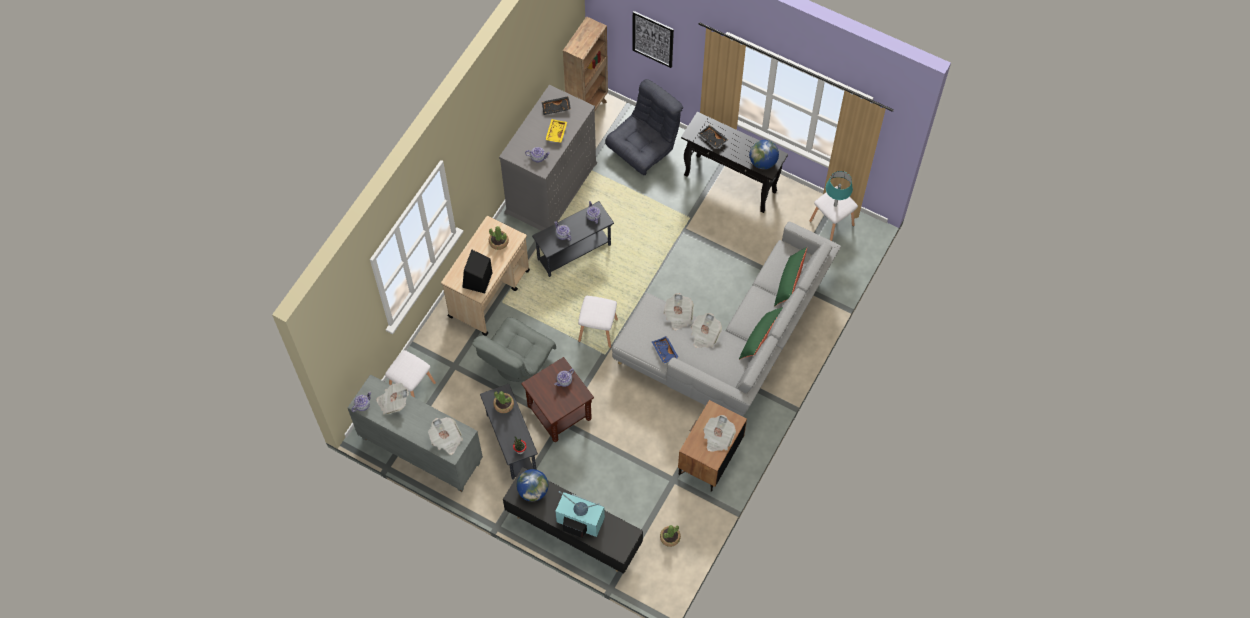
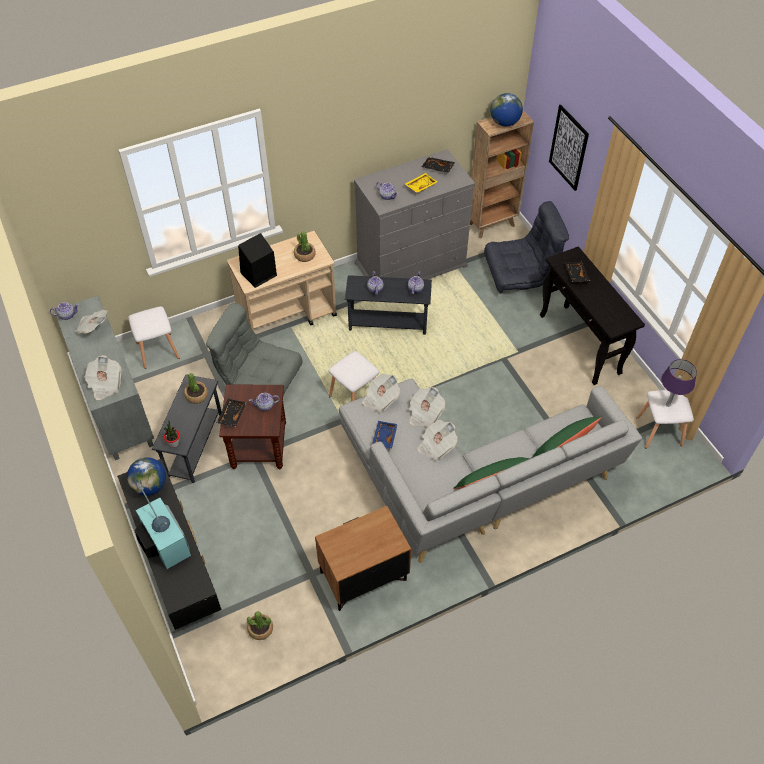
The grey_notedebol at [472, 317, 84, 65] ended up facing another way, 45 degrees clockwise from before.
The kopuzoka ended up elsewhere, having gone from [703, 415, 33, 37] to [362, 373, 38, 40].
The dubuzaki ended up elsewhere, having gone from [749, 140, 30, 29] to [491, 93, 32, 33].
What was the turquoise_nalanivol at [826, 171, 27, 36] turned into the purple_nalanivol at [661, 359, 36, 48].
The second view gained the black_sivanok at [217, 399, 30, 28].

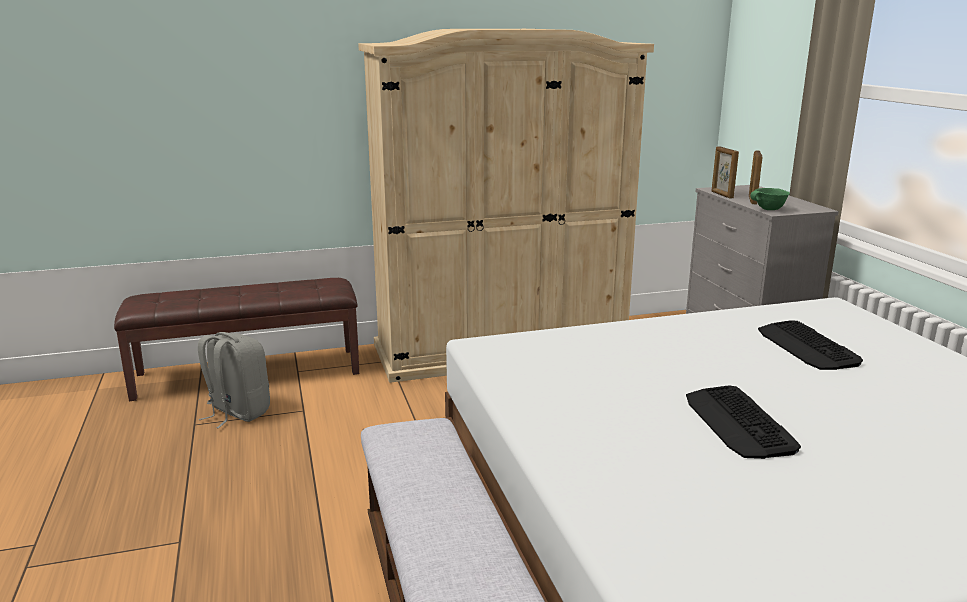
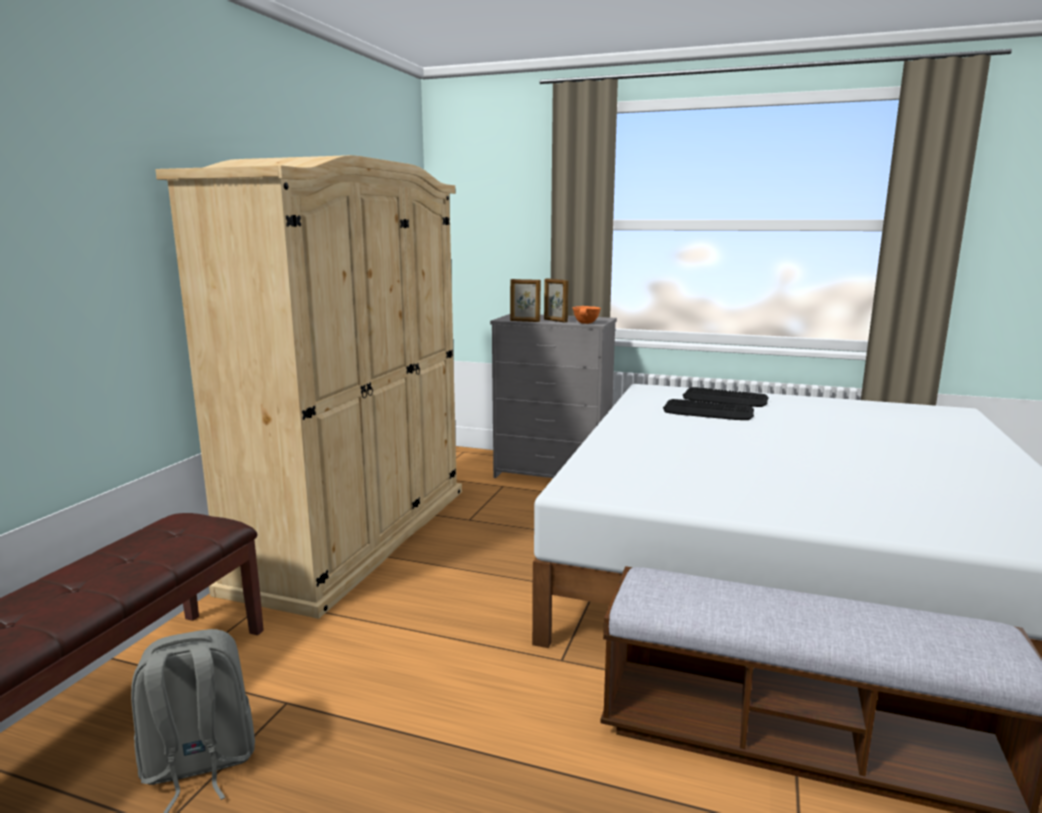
The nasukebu ended up elsewhere, having gone from [686, 385, 115, 74] to [683, 387, 86, 20].
What was the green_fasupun at [750, 188, 40, 22] turned into the orange_fasupun at [573, 306, 28, 18].

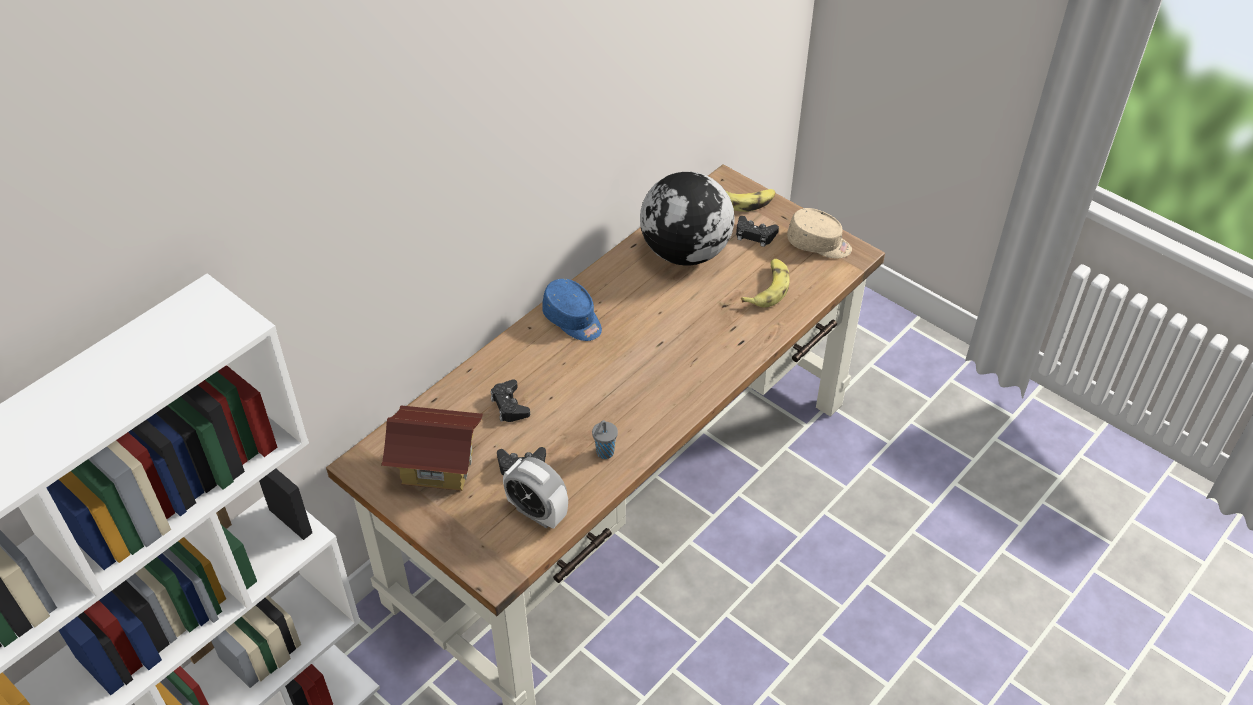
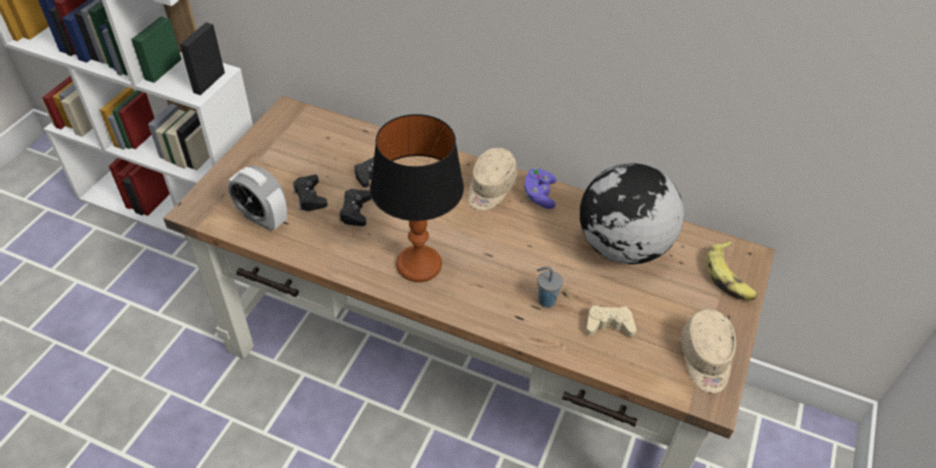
The second view lost the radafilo at [381, 405, 102, 86].
The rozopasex at [503, 457, 65, 72] ended up facing another way, 75 degrees counterclockwise from before.
What was the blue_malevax at [542, 279, 60, 62] turned into the beige_malevax at [468, 148, 49, 62].
The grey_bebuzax ended up elsewhere, having gone from [592, 420, 26, 39] to [537, 266, 26, 42].
The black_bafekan ended up elsewhere, having gone from [736, 216, 43, 31] to [339, 189, 33, 37].
Where the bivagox stood at [741, 259, 49, 48], the beige_bafekan came to stand at [586, 305, 51, 32].
The second view gained the nalanivol at [370, 114, 94, 168].
The second view gained the purple_bafekan at [524, 168, 32, 41].

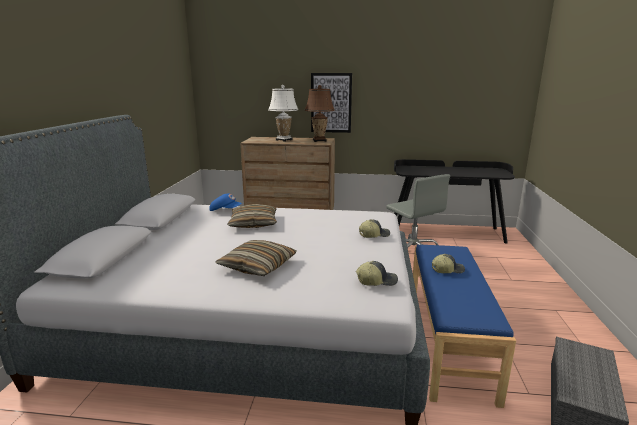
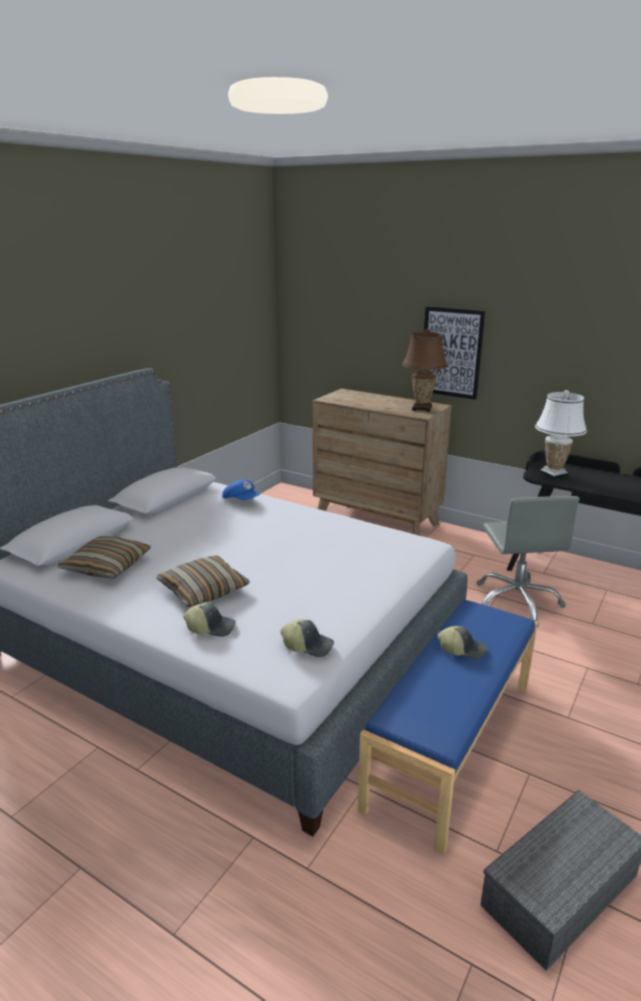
The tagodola ended up elsewhere, having gone from [227, 204, 50, 24] to [57, 536, 94, 43].
The white_nalanivol ended up elsewhere, having gone from [268, 85, 30, 57] to [535, 390, 52, 89].
The malevax ended up elsewhere, having gone from [359, 219, 31, 19] to [183, 603, 53, 34].

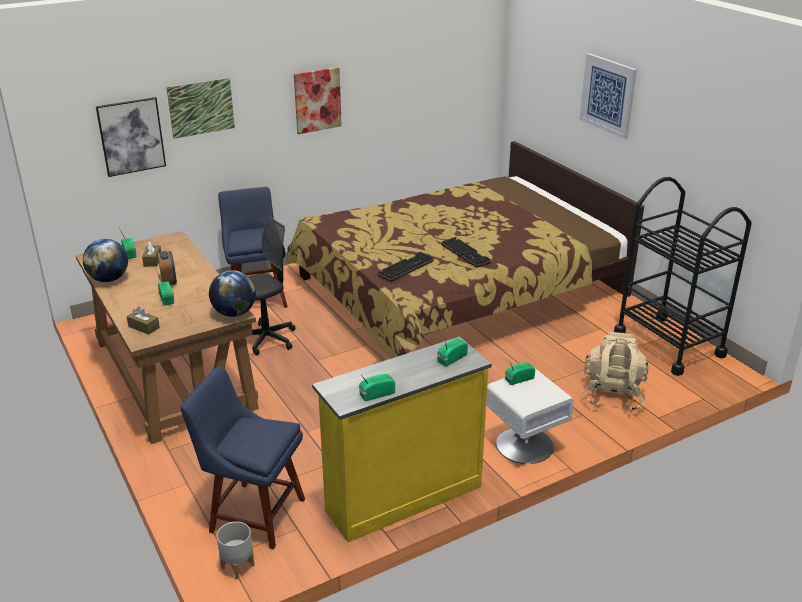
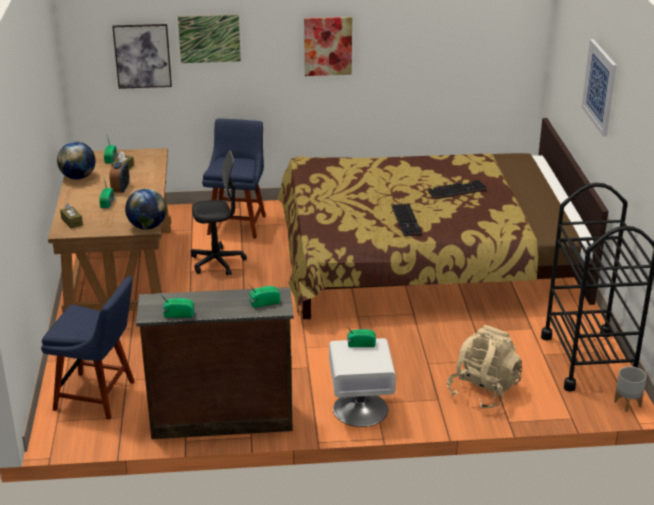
The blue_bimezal at [180, 366, 125, 183] ended up facing another way, 150 degrees clockwise from before.
The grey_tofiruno ended up elsewhere, having gone from [217, 522, 37, 57] to [614, 366, 33, 46].
What was the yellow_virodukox at [312, 336, 180, 206] turned into the brown_virodukox at [136, 287, 158, 152].
The nasukebu ended up elsewhere, having gone from [377, 252, 57, 30] to [428, 180, 59, 19].

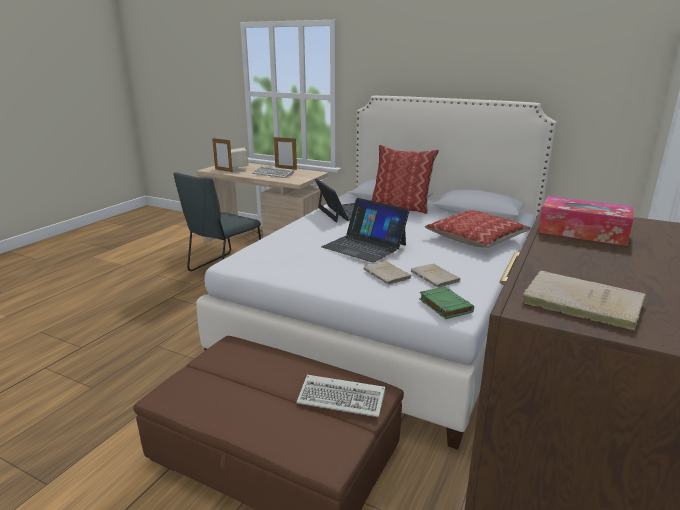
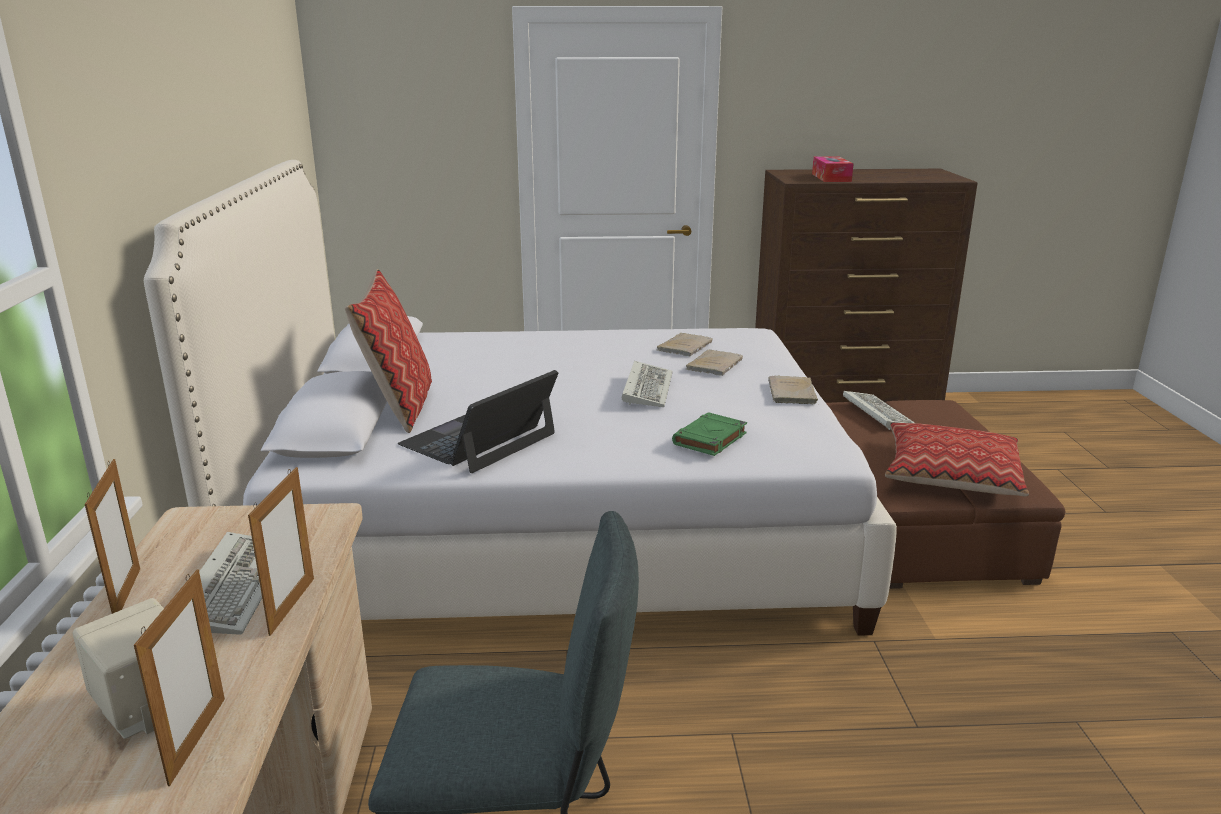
Where the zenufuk stood at [321, 198, 89, 65], the nasukebu came to stand at [622, 361, 51, 46].
The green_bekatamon ended up elsewhere, having gone from [419, 286, 55, 33] to [672, 412, 75, 44].
The tagodola ended up elsewhere, having gone from [425, 211, 106, 37] to [885, 423, 144, 73].
The beige_bekatamon ended up elsewhere, having gone from [521, 271, 125, 59] to [768, 376, 50, 28].
The second view gained the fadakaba at [248, 467, 66, 169].

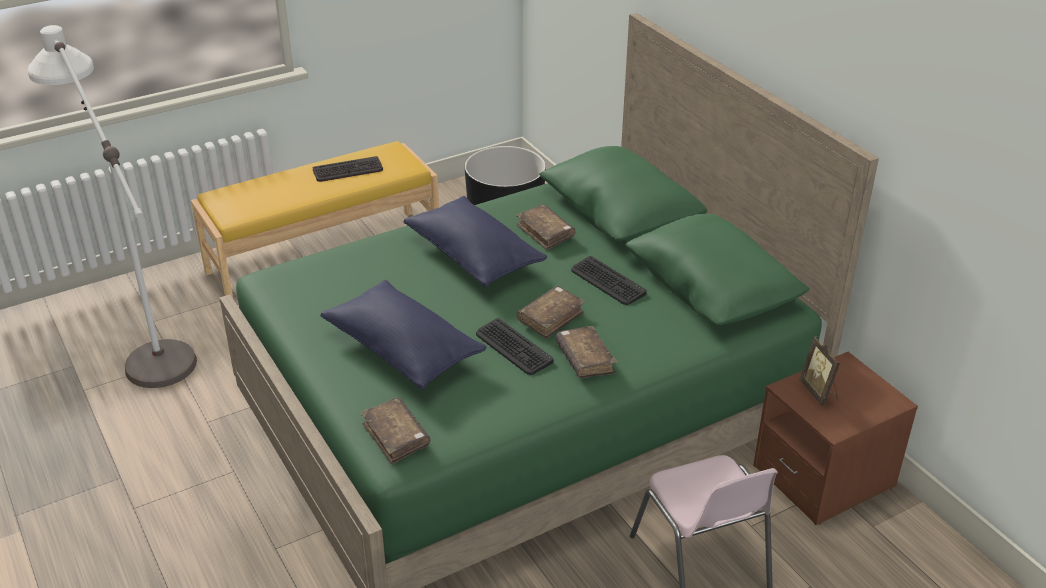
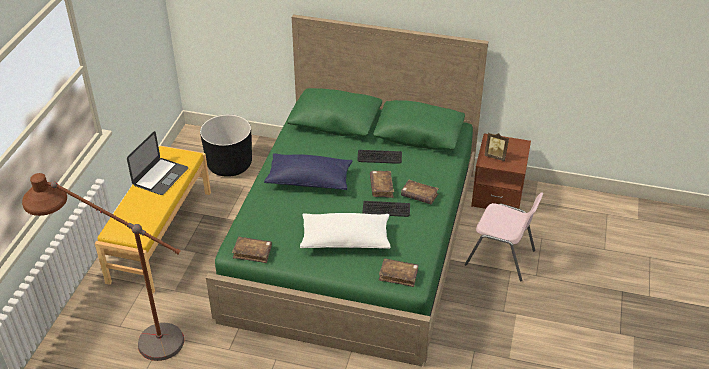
What was the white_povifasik at [28, 25, 169, 363] turned into the brown_povifasik at [22, 173, 162, 188].
Where the nasukebu stood at [313, 156, 70, 26], the zenufuk came to stand at [127, 131, 61, 64].
What was the blue_tagodola at [320, 280, 167, 109] turned into the white_tagodola at [300, 213, 91, 36].
The brown_bekatamon ended up elsewhere, having gone from [516, 204, 59, 46] to [232, 237, 40, 26].

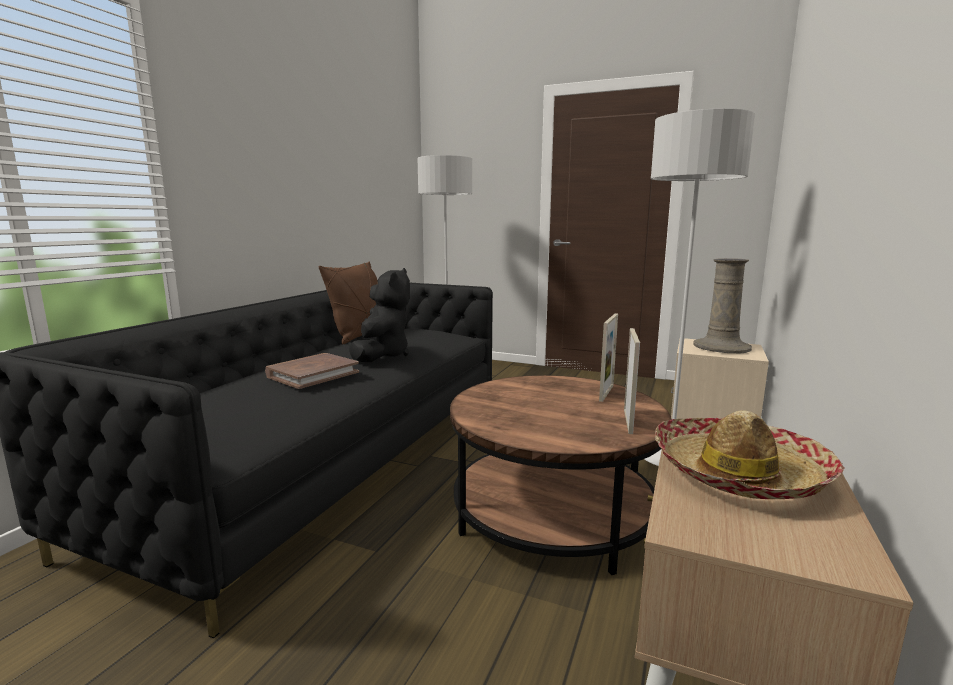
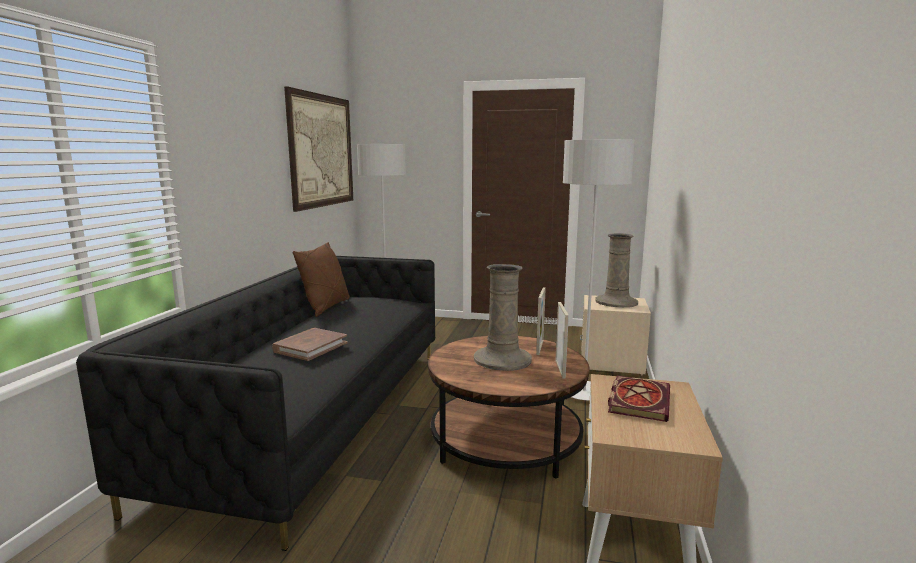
The second view lost the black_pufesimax at [349, 268, 61, 94].
Where the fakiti stood at [655, 410, 190, 89], the bekatamon came to stand at [608, 375, 62, 47].
The second view gained the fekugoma at [284, 86, 69, 126].
The second view gained the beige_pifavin at [474, 264, 58, 107].

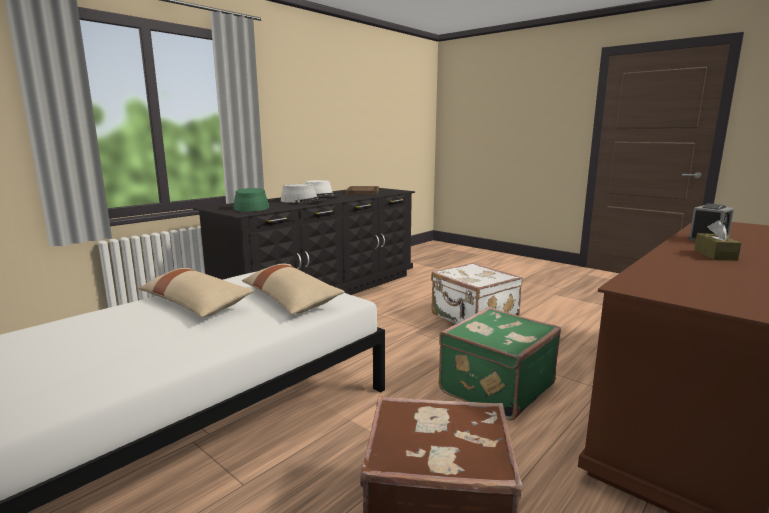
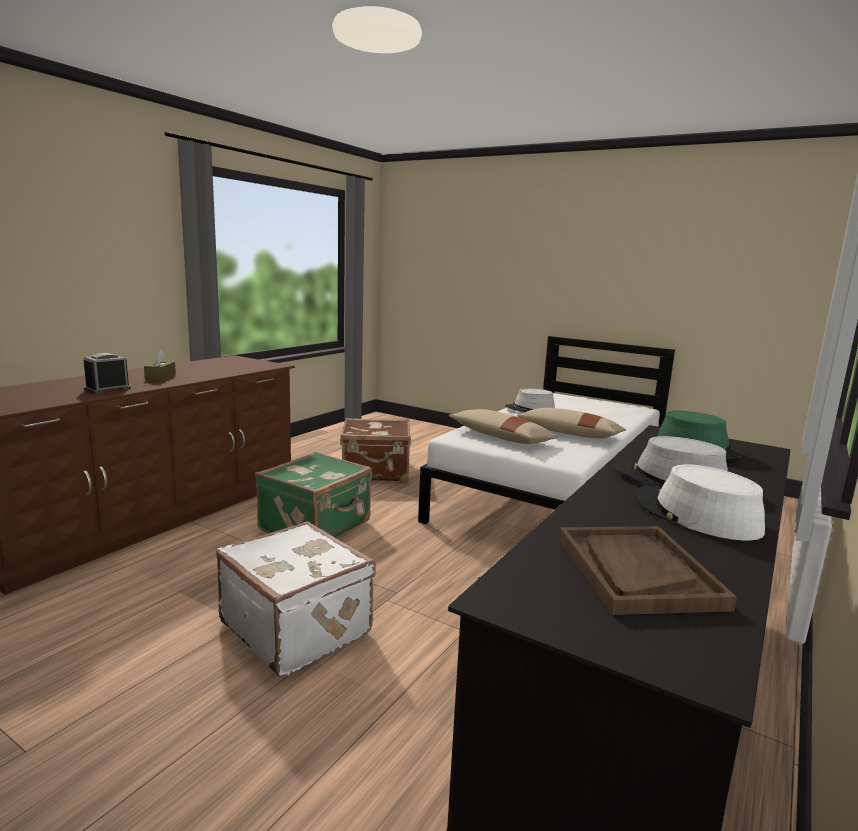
The second view gained the grey_fakiti at [505, 389, 50, 24].

